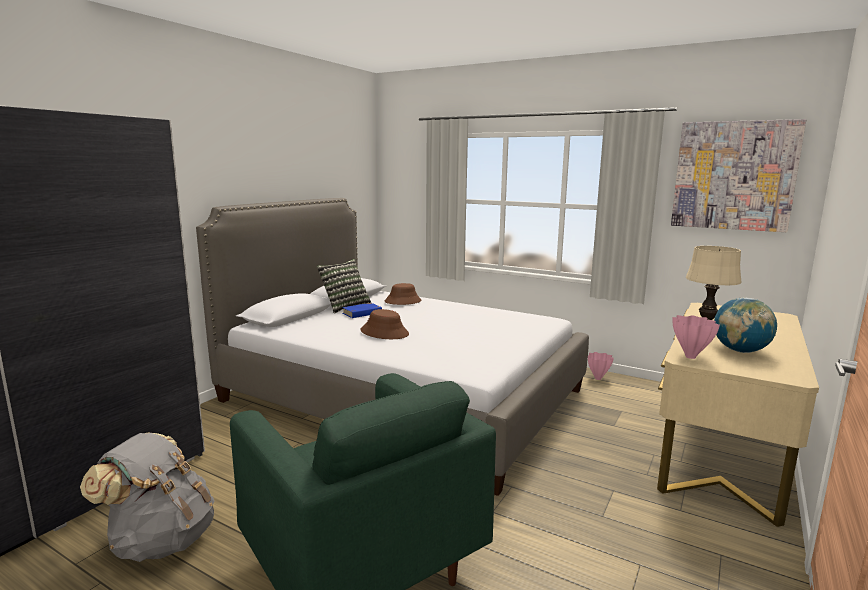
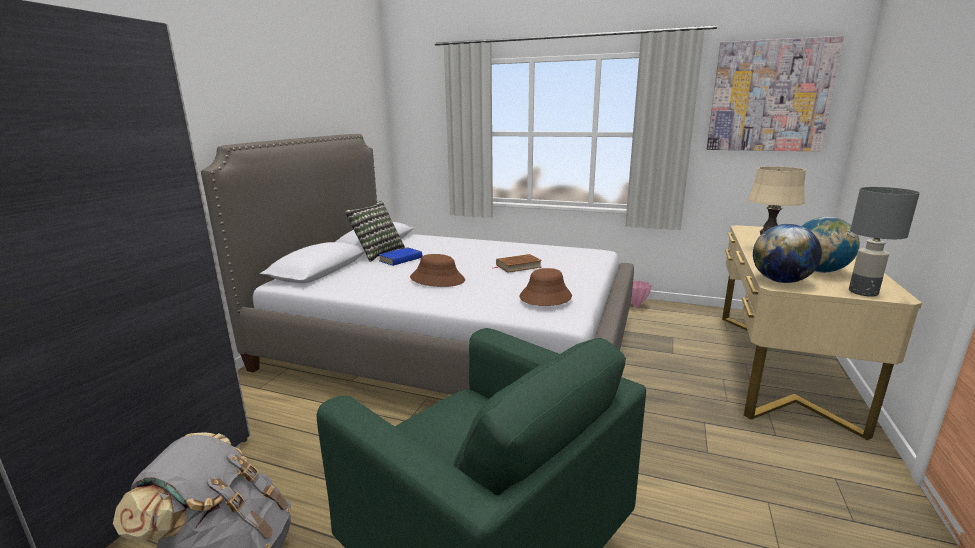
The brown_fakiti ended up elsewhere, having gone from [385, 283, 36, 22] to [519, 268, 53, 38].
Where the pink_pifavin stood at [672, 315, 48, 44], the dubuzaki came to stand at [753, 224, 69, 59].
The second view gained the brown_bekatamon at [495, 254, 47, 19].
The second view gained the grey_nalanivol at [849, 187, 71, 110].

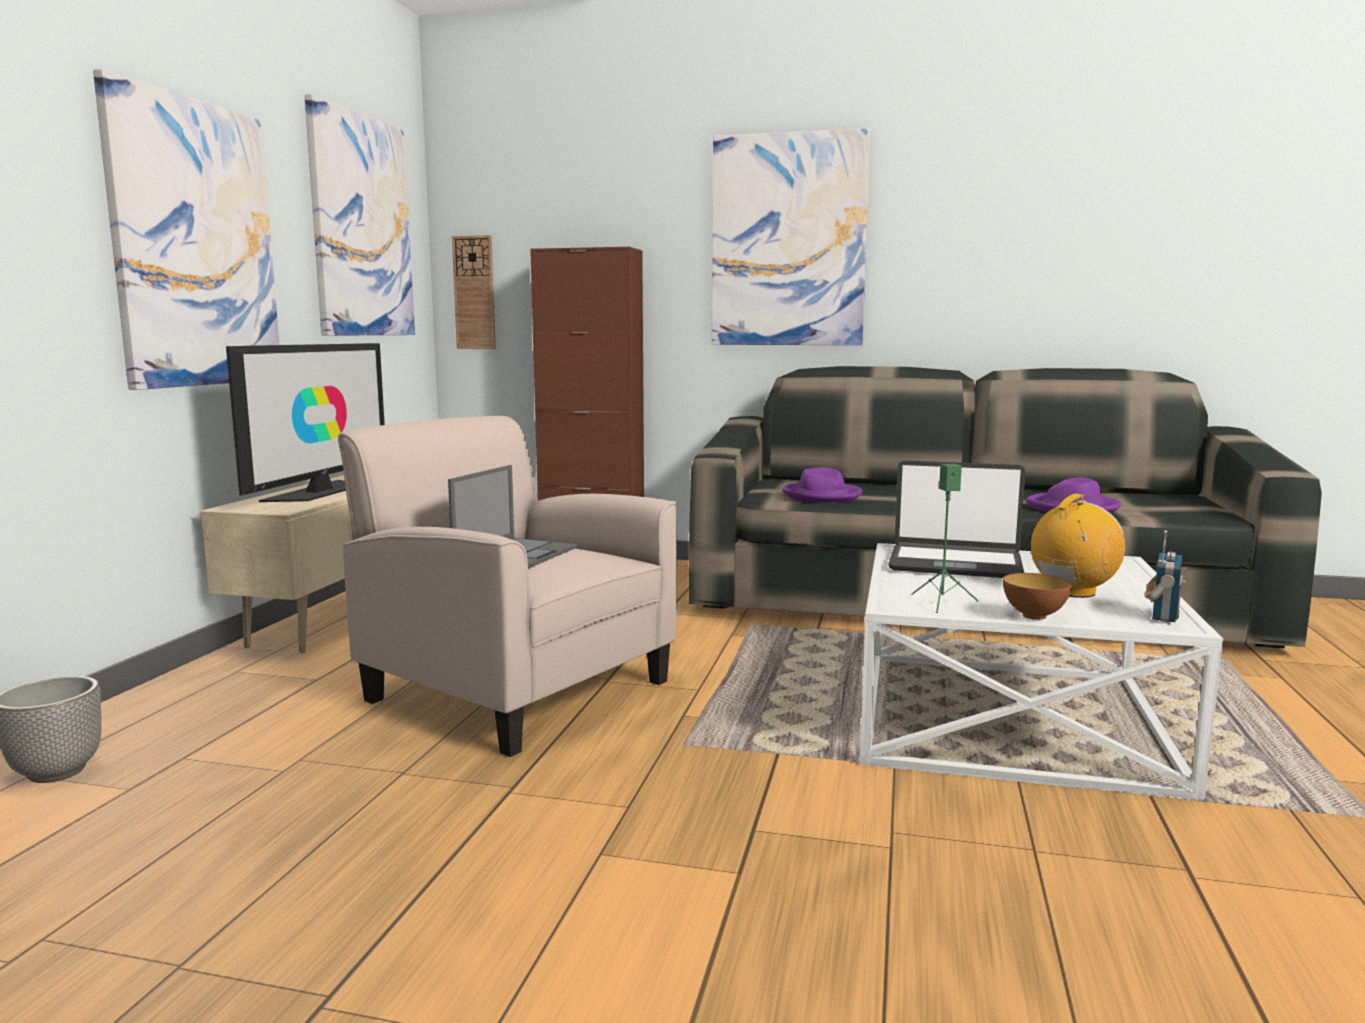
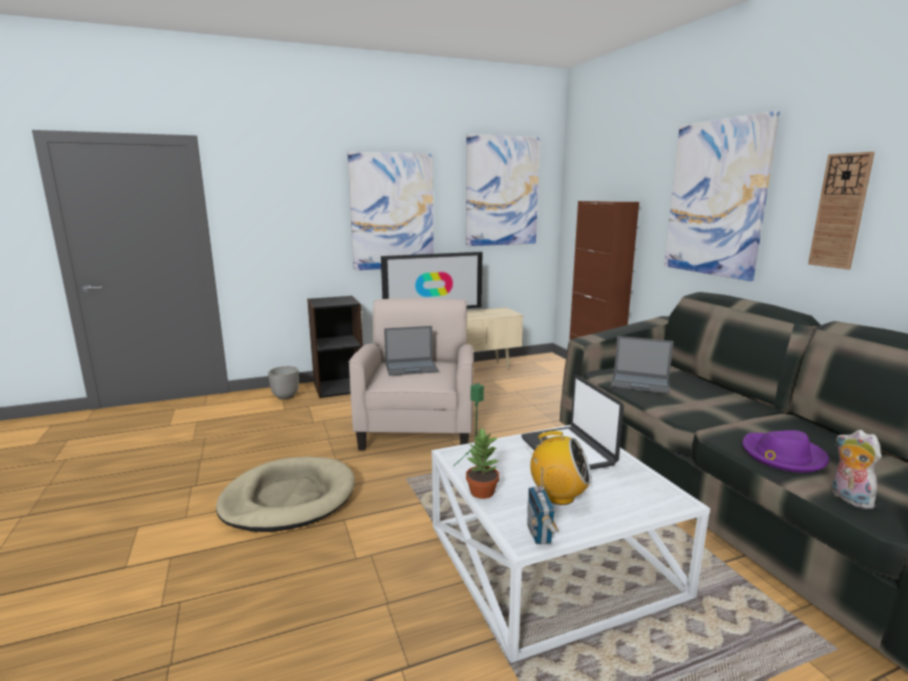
The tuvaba ended up elsewhere, having gone from [452, 235, 44, 114] to [808, 152, 67, 117].
Where the purple_fakiti stood at [782, 467, 81, 36], the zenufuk came to stand at [611, 336, 63, 58].
Where the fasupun stood at [1003, 573, 69, 47], the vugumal came to stand at [466, 427, 34, 72].
The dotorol at [1145, 531, 41, 91] ended up facing another way, 90 degrees clockwise from before.
The second view gained the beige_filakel at [216, 456, 139, 76].
The second view gained the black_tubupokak at [307, 296, 56, 102].
The second view gained the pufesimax at [832, 430, 50, 79].

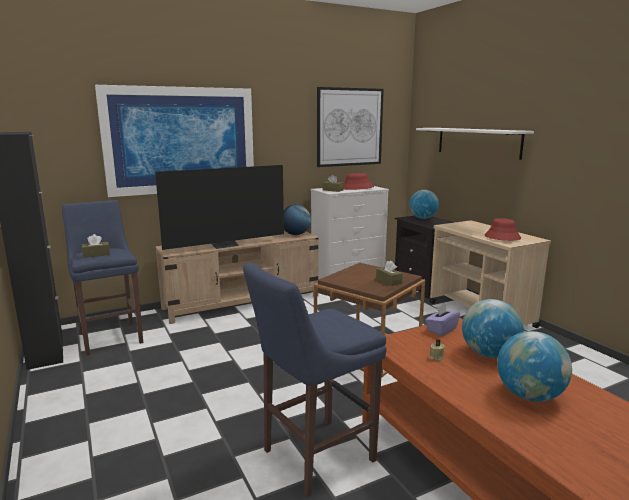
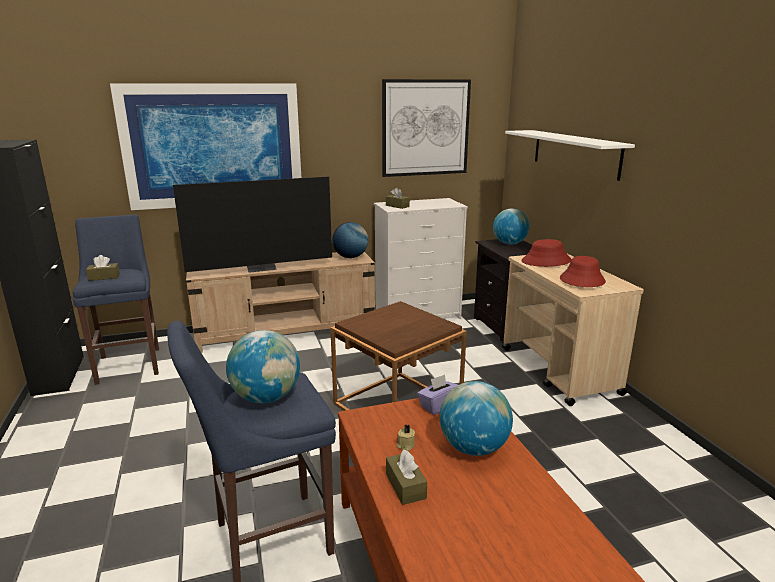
The red_fakiti ended up elsewhere, having gone from [343, 173, 31, 17] to [522, 239, 50, 28].
The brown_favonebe ended up elsewhere, having gone from [376, 260, 27, 26] to [386, 449, 41, 56].
The dubuzaki ended up elsewhere, having gone from [497, 331, 75, 71] to [226, 330, 74, 73].

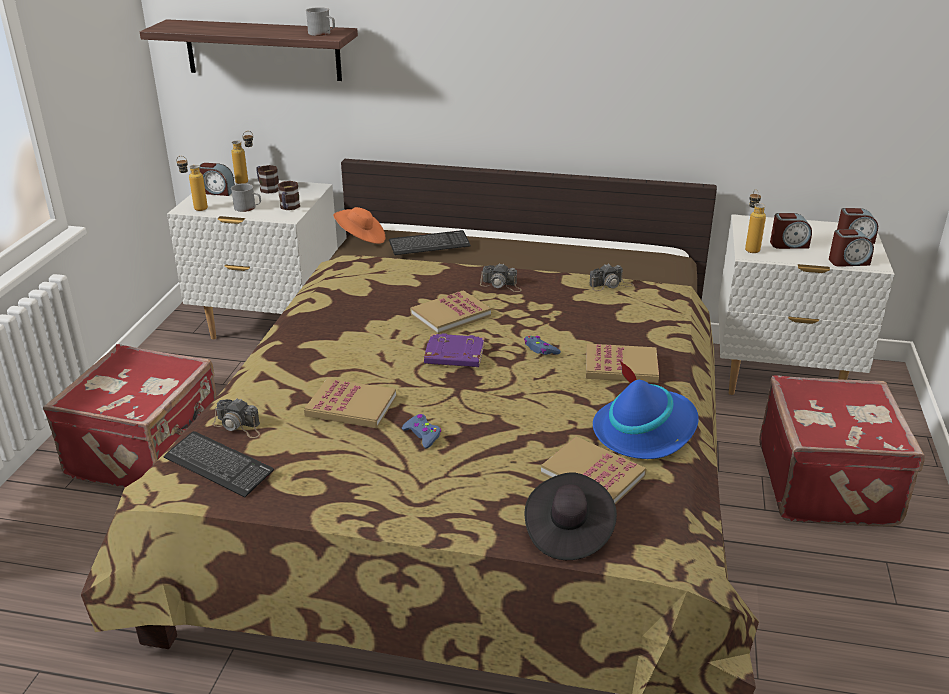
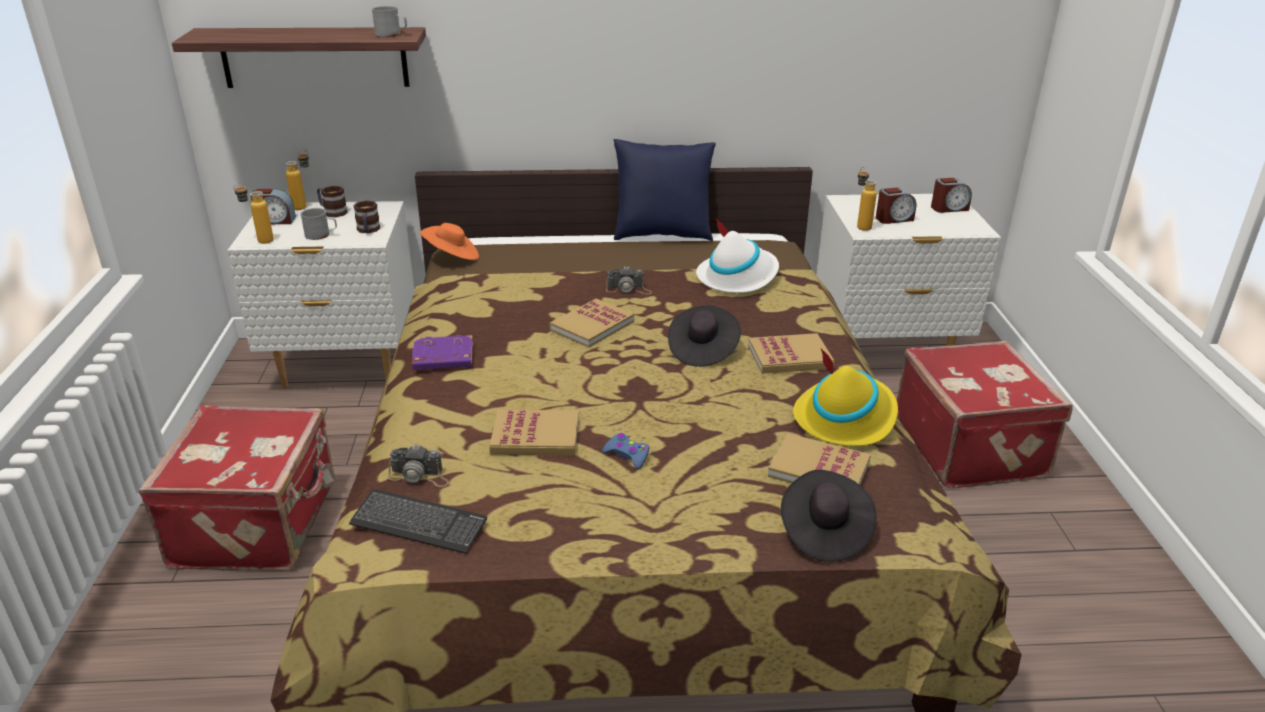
The second view lost the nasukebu at [389, 230, 82, 25].
The purple_bekatamon ended up elsewhere, having gone from [424, 333, 61, 34] to [412, 335, 61, 35].
Where the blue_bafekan stood at [524, 336, 37, 19], the black_fakiti came to stand at [668, 305, 73, 62].
Where the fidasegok stood at [589, 264, 45, 27], the white_fakiti came to stand at [696, 217, 83, 76].
What was the blue_fakiti at [593, 360, 106, 99] turned into the yellow_fakiti at [793, 348, 105, 98].
The second view lost the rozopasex at [829, 229, 45, 38].
The second view gained the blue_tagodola at [614, 139, 102, 102].

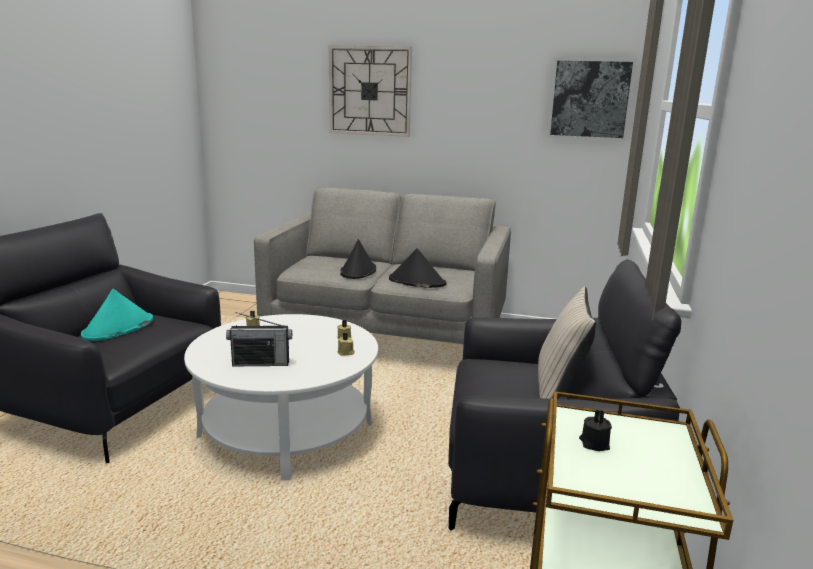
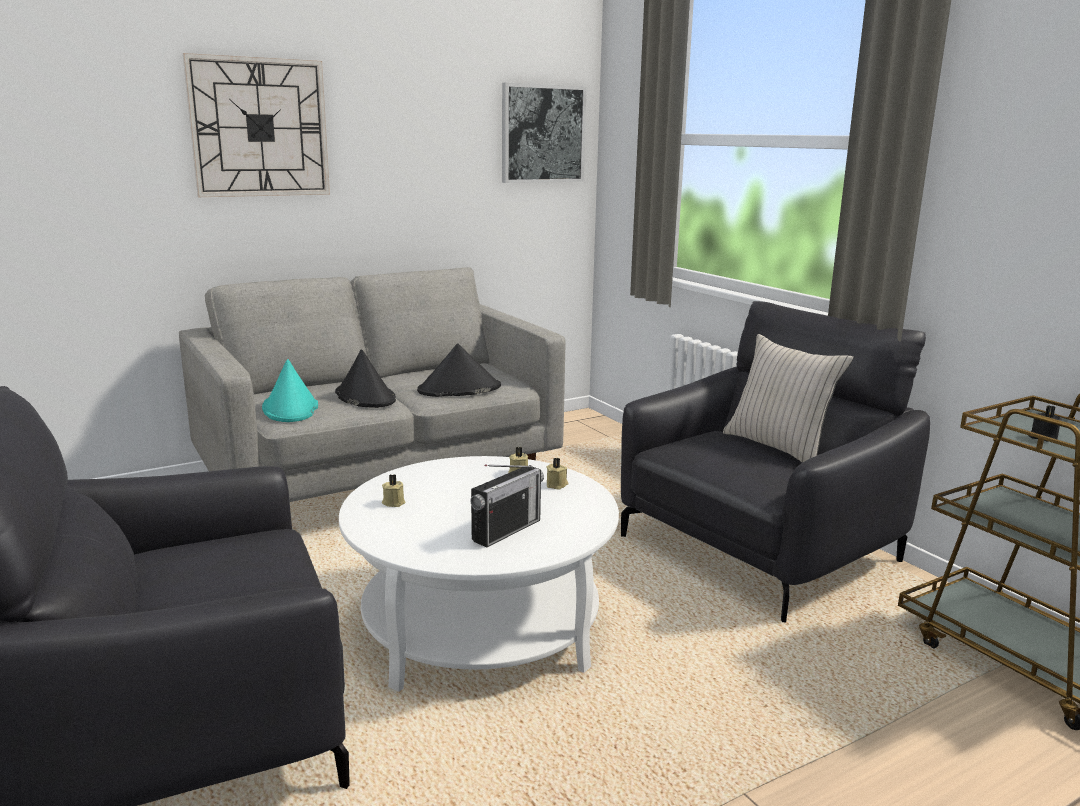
The turquoise_fakiti ended up elsewhere, having gone from [81, 289, 72, 52] to [262, 359, 56, 63].

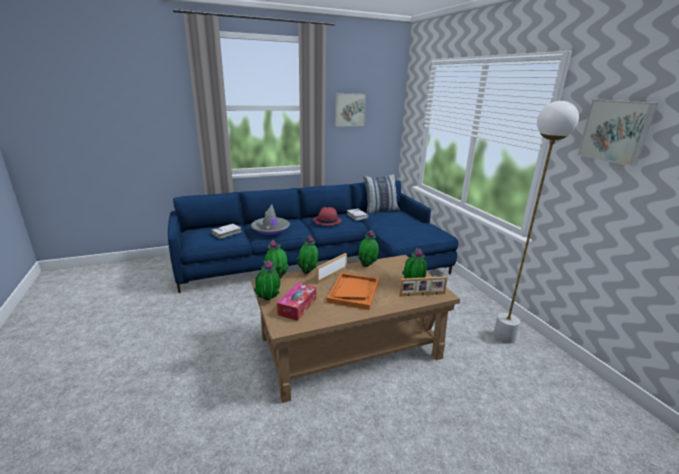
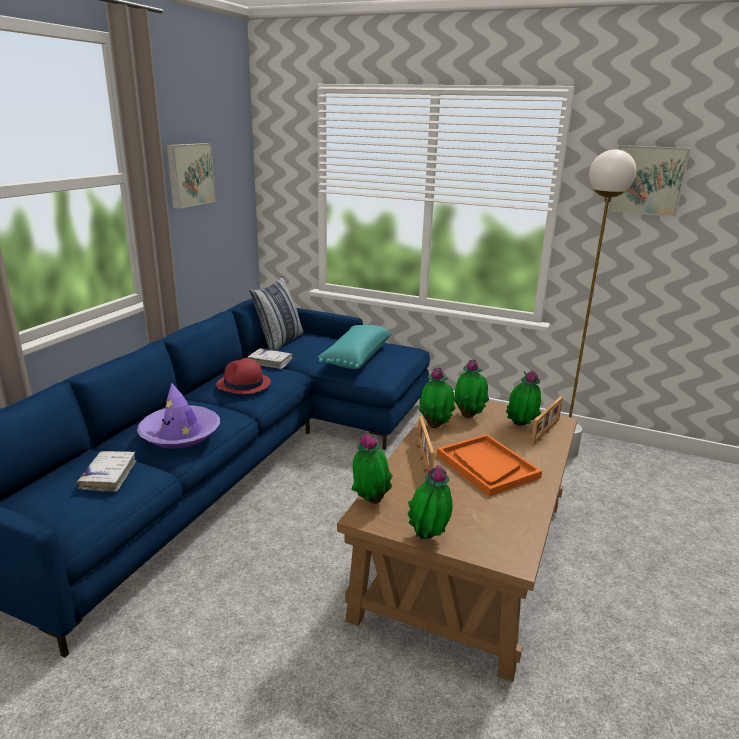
What was the grey_fakiti at [251, 205, 39, 30] turned into the purple_fakiti at [137, 383, 83, 66].
The second view lost the favonebe at [277, 283, 39, 38].
The vugumal ended up elsewhere, having gone from [297, 235, 21, 39] to [454, 360, 35, 58].
The second view gained the turquoise_tagodola at [318, 325, 74, 44].

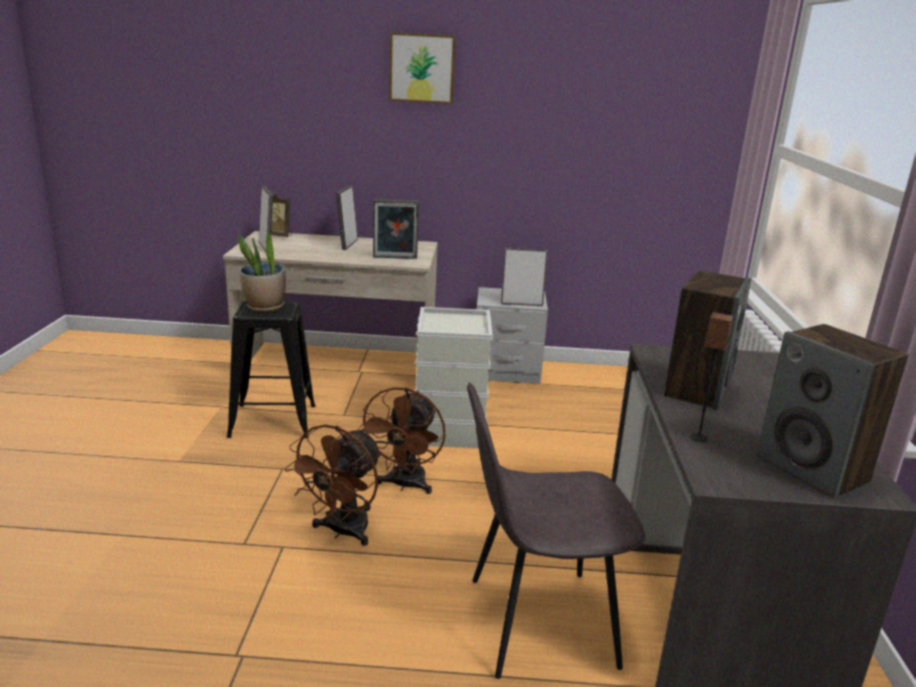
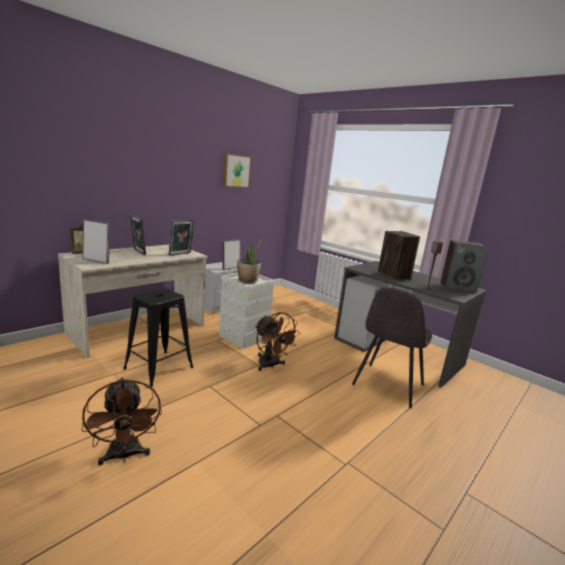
The vugumal ended up elsewhere, having gone from [238, 231, 48, 81] to [237, 240, 24, 44].
The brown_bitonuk ended up elsewhere, having gone from [285, 424, 97, 122] to [82, 377, 80, 88].
The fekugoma ended up elsewhere, having gone from [389, 32, 67, 72] to [223, 153, 28, 35].

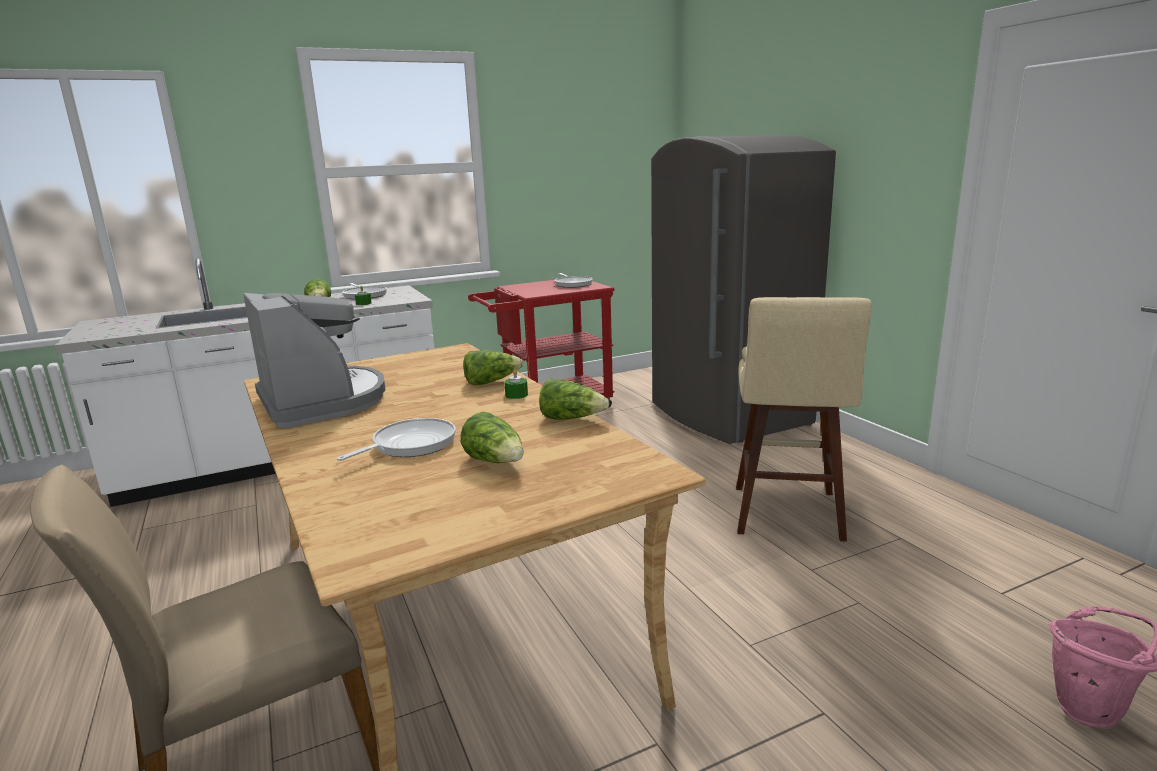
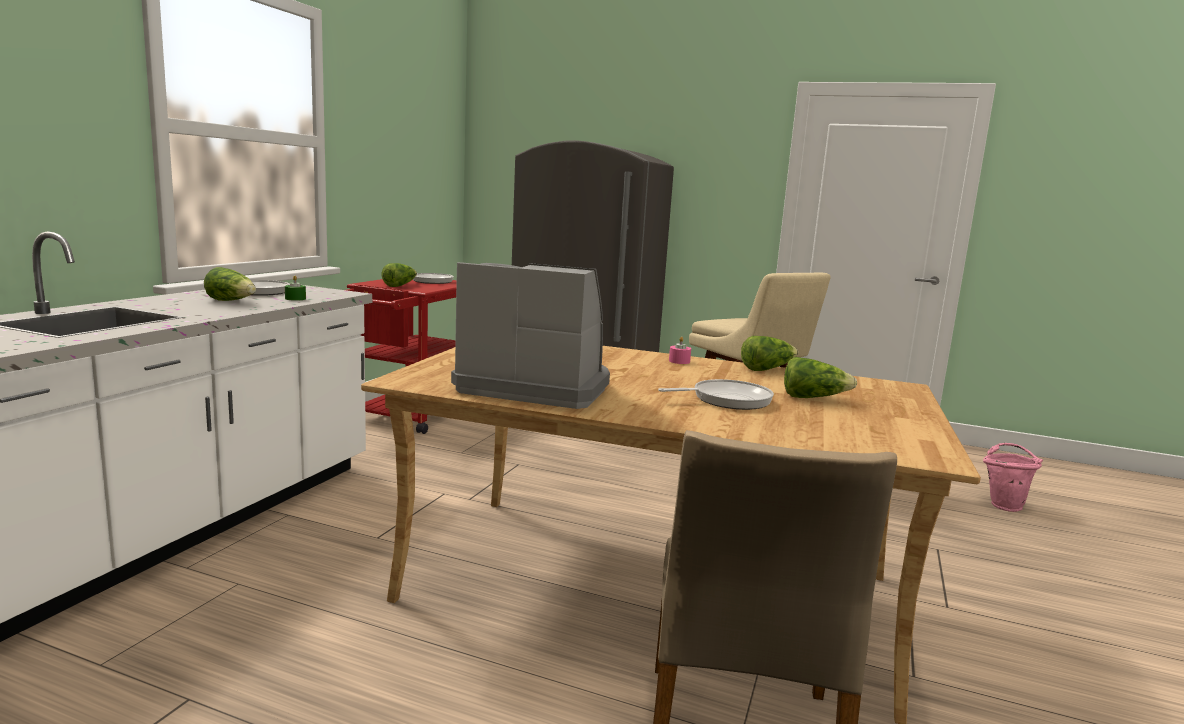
The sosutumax at [337, 418, 119, 43] ended up facing another way, 75 degrees clockwise from before.
The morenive ended up elsewhere, having gone from [463, 350, 60, 36] to [382, 263, 35, 24].
What was the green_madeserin at [504, 369, 24, 30] turned into the pink_madeserin at [669, 336, 22, 28].

